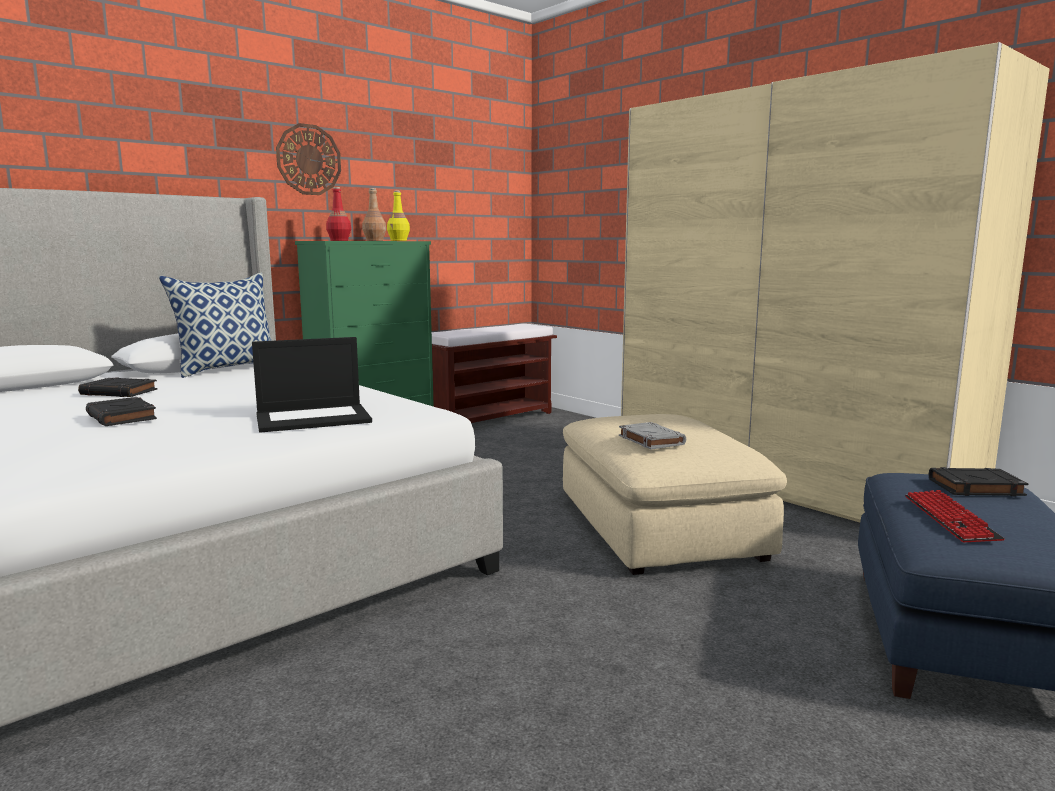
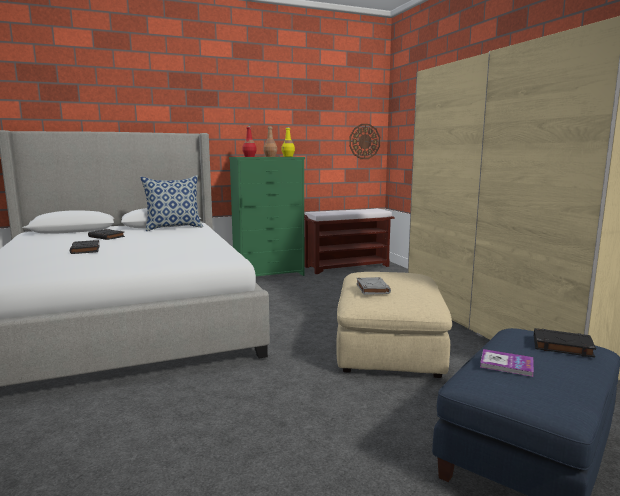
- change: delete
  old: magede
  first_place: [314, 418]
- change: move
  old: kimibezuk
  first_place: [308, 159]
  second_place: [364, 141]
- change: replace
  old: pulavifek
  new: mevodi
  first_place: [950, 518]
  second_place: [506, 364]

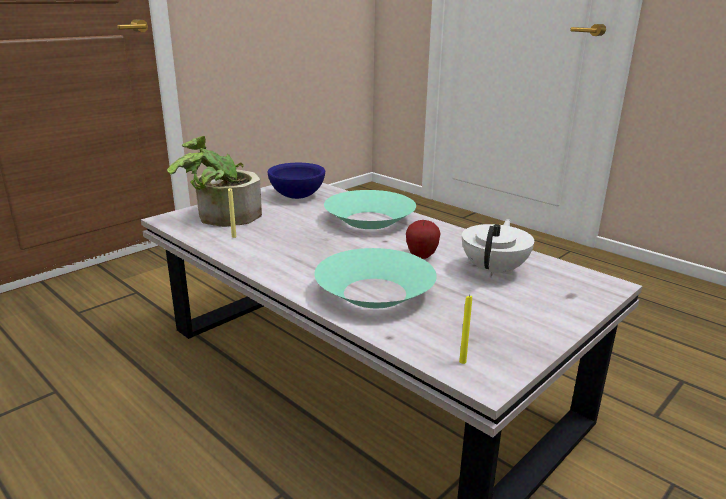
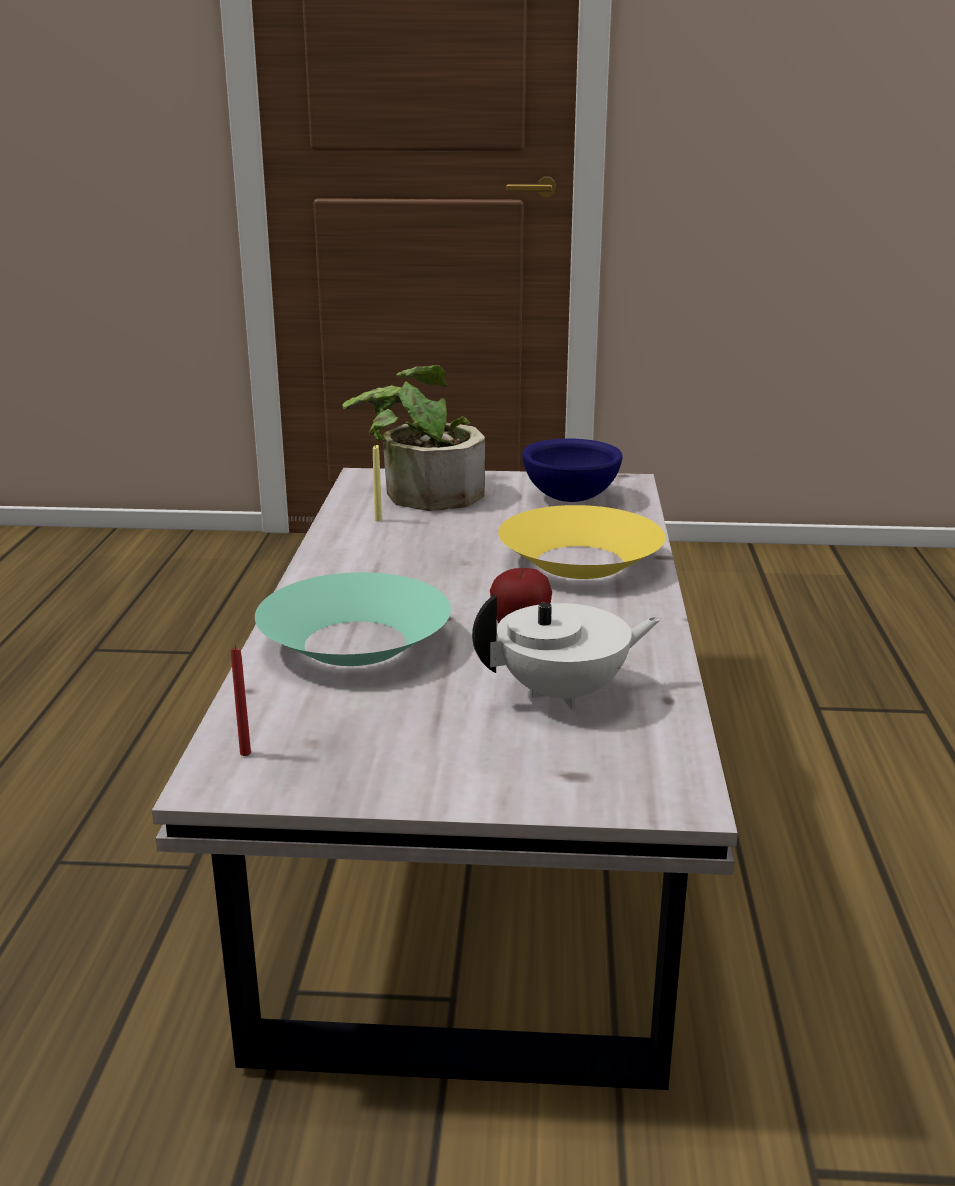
- change: recolor
  old: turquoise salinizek
  new: yellow salinizek
  first_place: [370, 220]
  second_place: [581, 562]
- change: recolor
  old: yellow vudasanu
  new: red vudasanu
  first_place: [462, 361]
  second_place: [245, 753]

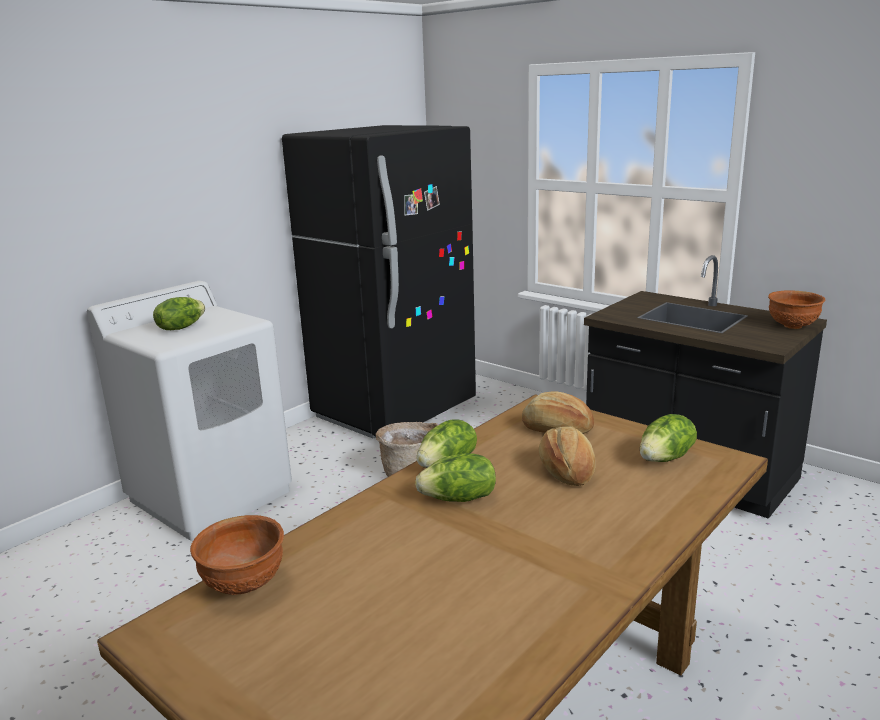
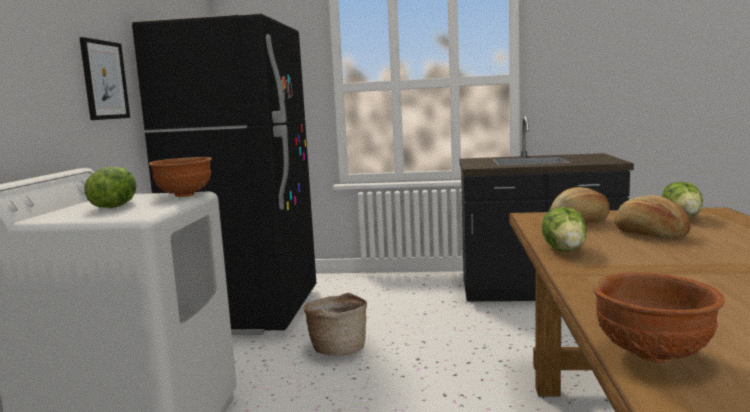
- change: delete
  old: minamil
  first_place: [459, 499]
- change: move
  old: brown salinizek
  first_place: [791, 326]
  second_place: [183, 195]
- change: insert
  new: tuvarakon
  second_place: [104, 80]

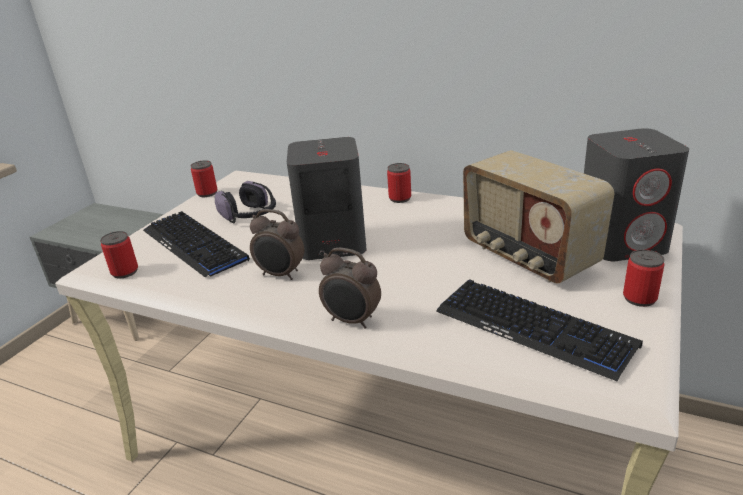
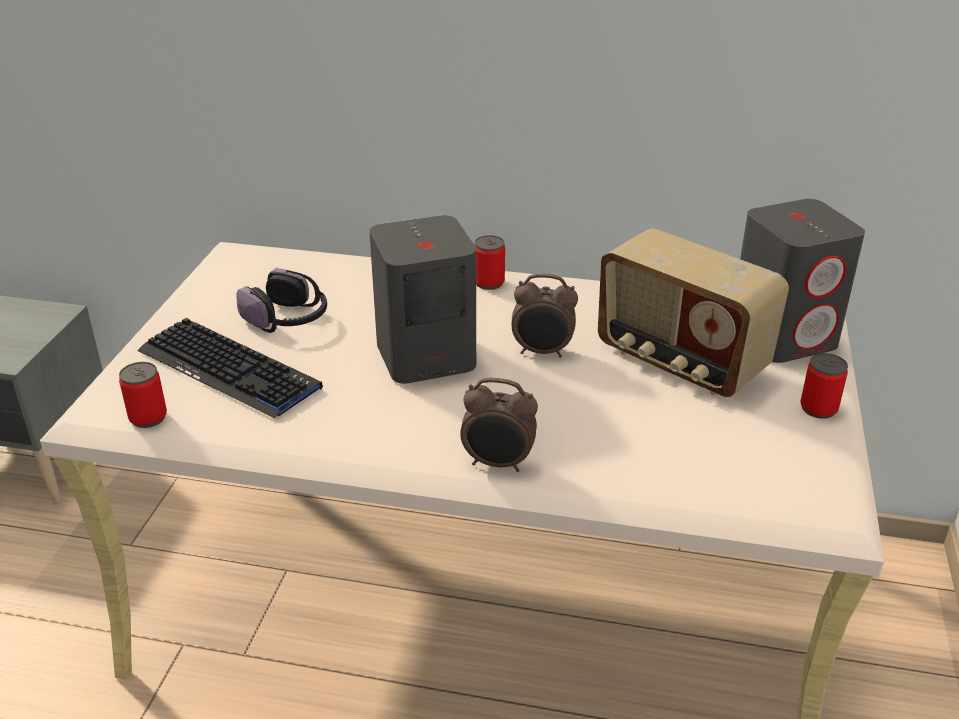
- change: delete
  old: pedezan
  first_place: [207, 193]
- change: move
  old: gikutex
  first_place: [281, 275]
  second_place: [542, 352]
- change: delete
  old: pulavifek
  first_place: [533, 328]

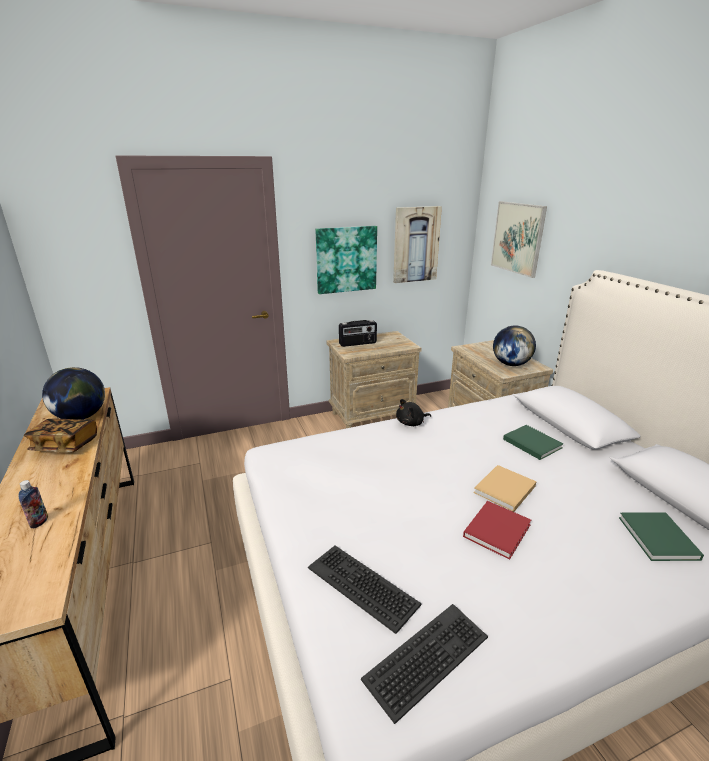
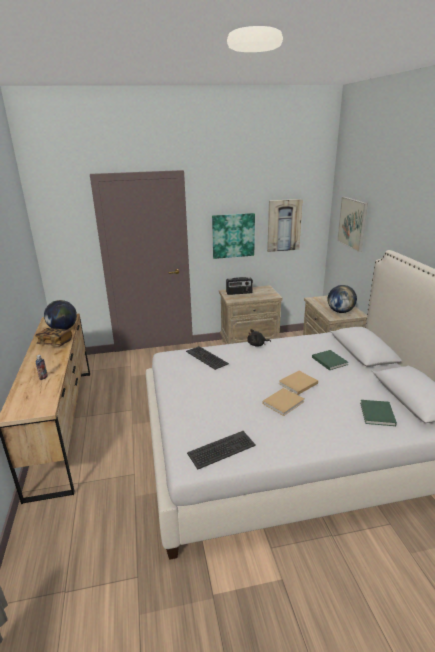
- change: move
  old: pulavifek
  first_place: [363, 585]
  second_place: [207, 358]
- change: recolor
  old: red mevodi
  new: beige mevodi
  first_place: [498, 529]
  second_place: [284, 402]

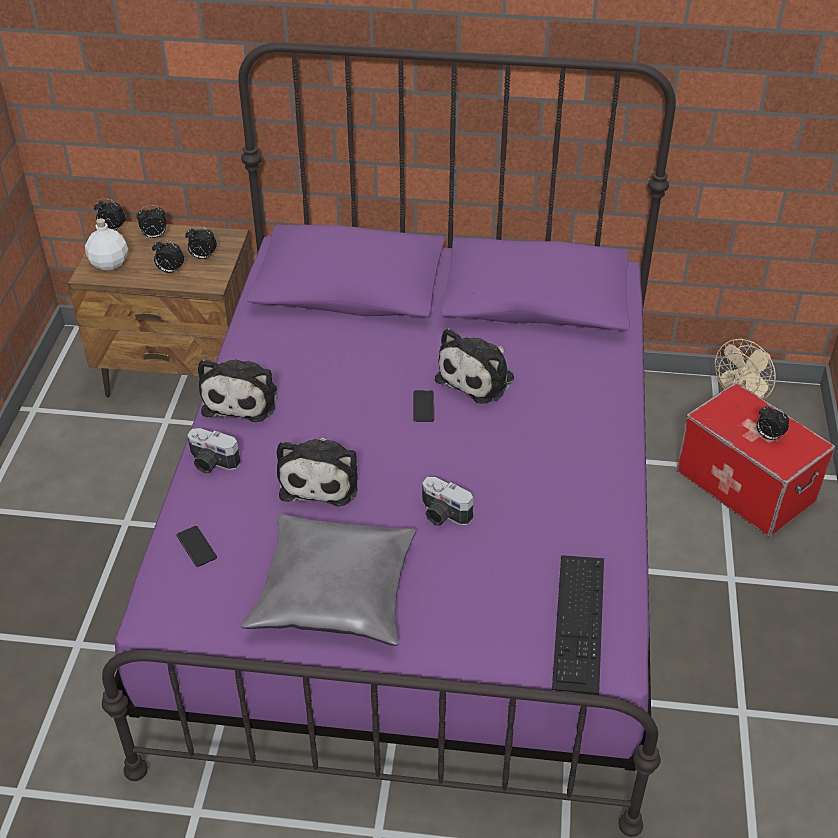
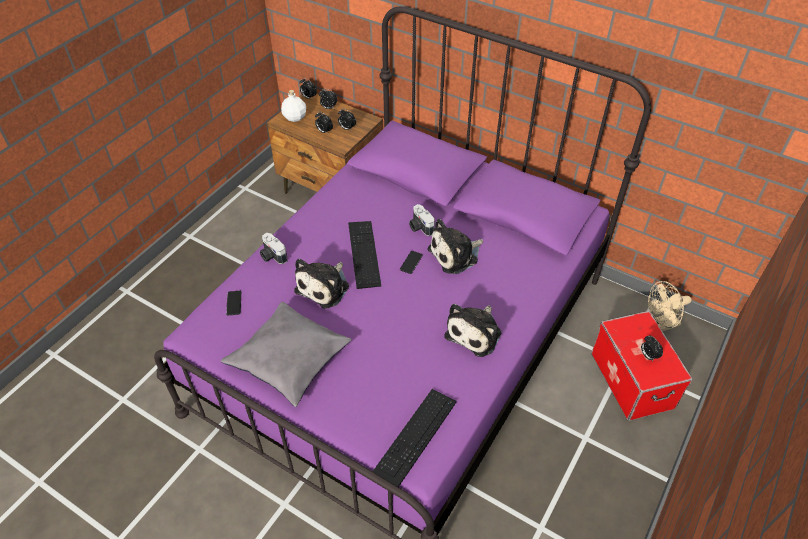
- change: move
  old: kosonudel
  first_place: [242, 398]
  second_place: [475, 333]
- change: move
  old: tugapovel
  first_place: [443, 515]
  second_place: [419, 227]
- change: insert
  new: pulavifek
  second_place: [364, 253]

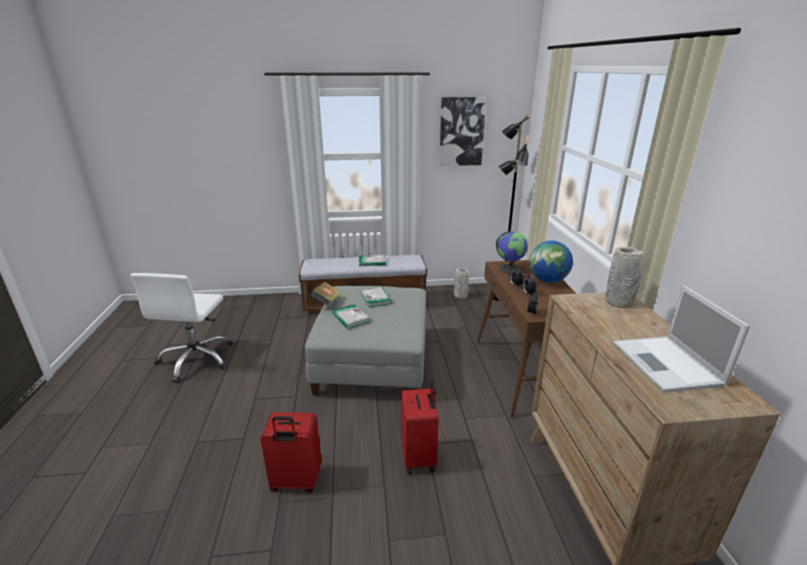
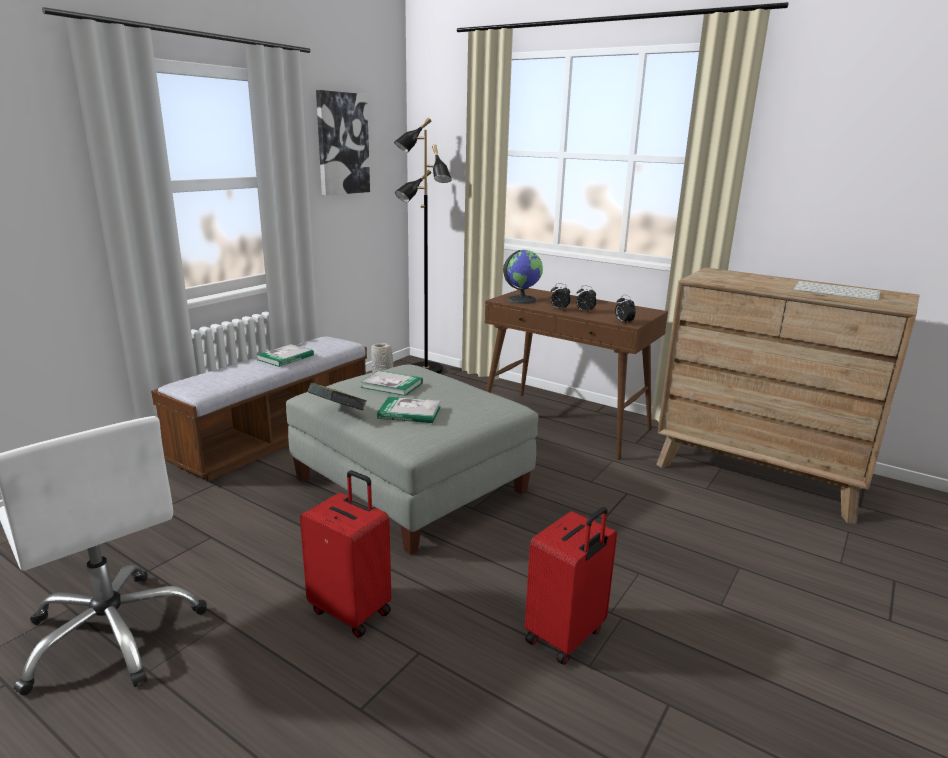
- change: move
  old: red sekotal
  first_place: [419, 457]
  second_place: [352, 610]
- change: delete
  old: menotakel
  first_place: [547, 280]
- change: delete
  old: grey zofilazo
  first_place: [619, 302]
- change: replace
  old: magede
  new: pulavifek
  first_place: [668, 365]
  second_place: [837, 292]

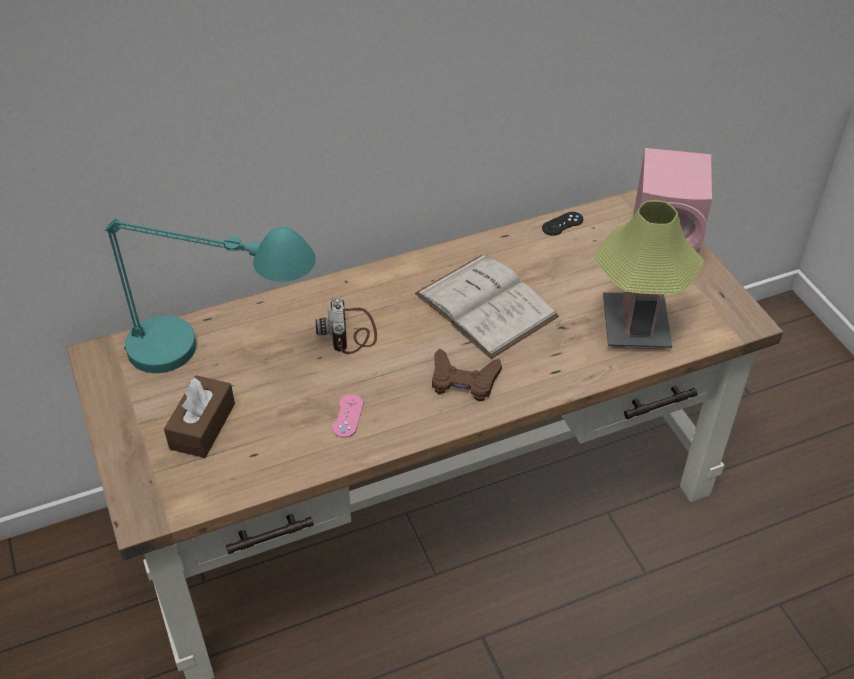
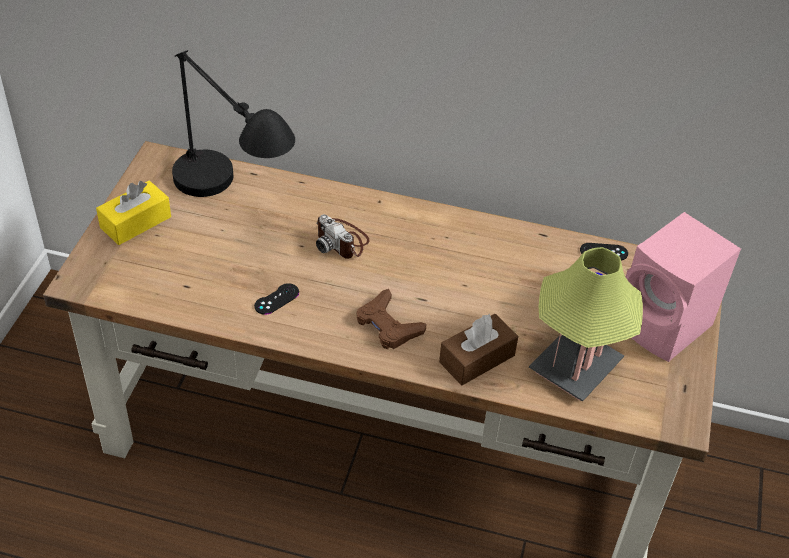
- change: recolor
  old: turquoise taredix
  new: black taredix
  first_place: [219, 359]
  second_place: [231, 207]
- change: move
  old: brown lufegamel
  first_place: [202, 426]
  second_place: [477, 359]
- change: rotate
  old: tugapovel
  first_place: [350, 333]
  second_place: [342, 241]
  degrees: -75
- change: recolor
  old: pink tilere
  new: black tilere
  first_place: [348, 416]
  second_place: [276, 299]
- change: delete
  old: white mevodi
  first_place: [486, 305]
- change: insert
  new: yellow lufegamel
  second_place: [135, 222]

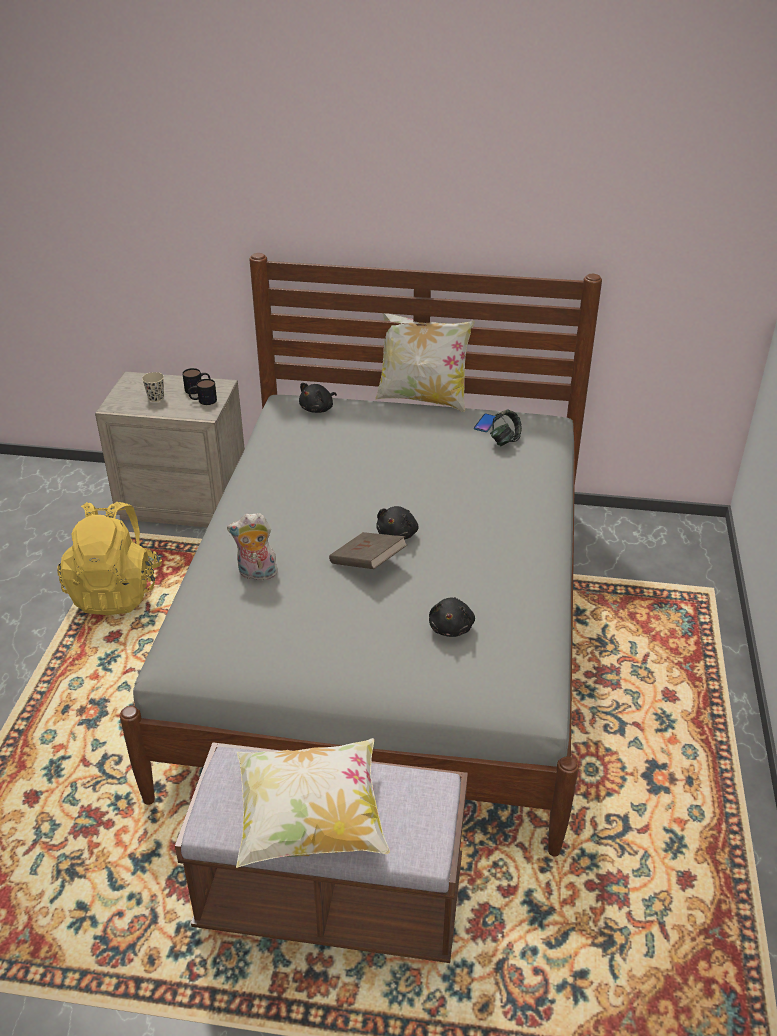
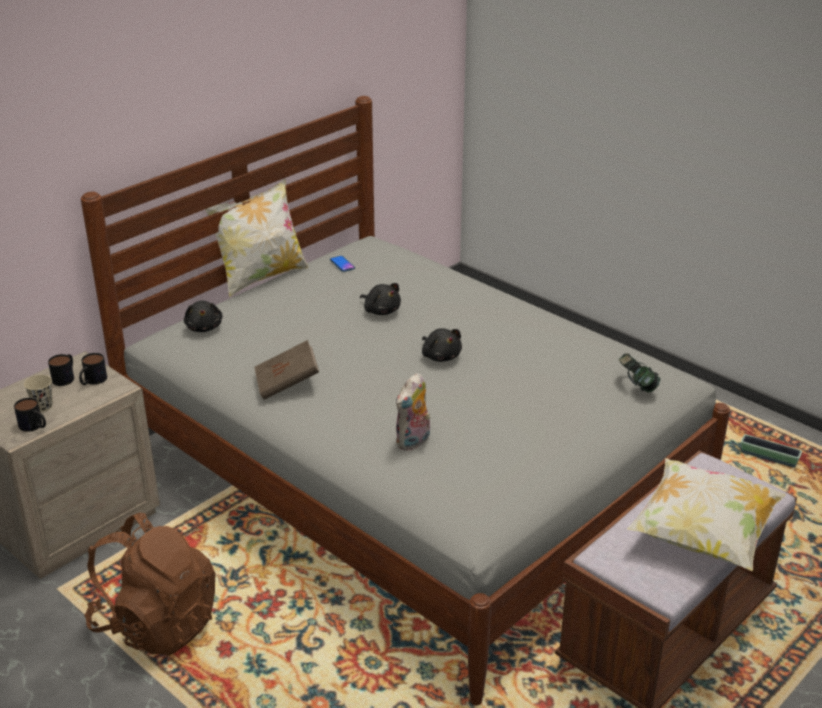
- change: recolor
  old: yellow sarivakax
  new: brown sarivakax
  first_place: [116, 591]
  second_place: [156, 623]
- change: move
  old: brown mevodi
  first_place: [367, 564]
  second_place: [287, 384]
- change: move
  old: black kosonudel
  first_place: [451, 627]
  second_place: [381, 310]
- change: move
  old: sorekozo
  first_place: [504, 440]
  second_place: [636, 385]
- change: insert
  new: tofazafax
  second_place: [34, 426]
- change: insert
  new: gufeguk
  second_place: [769, 457]

